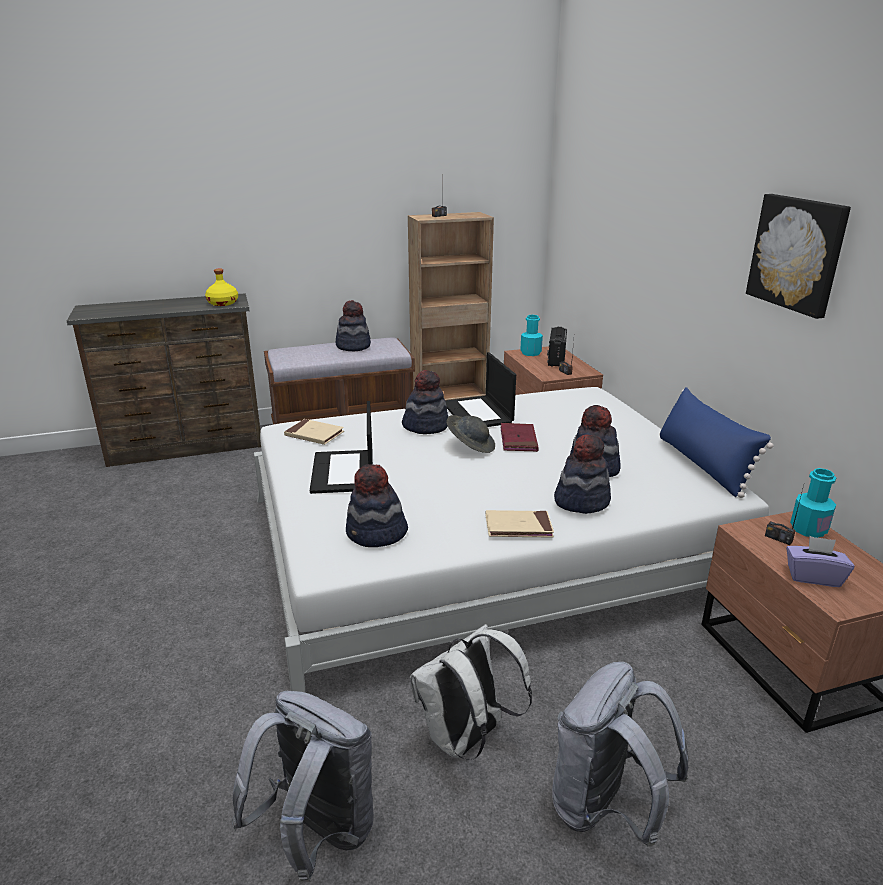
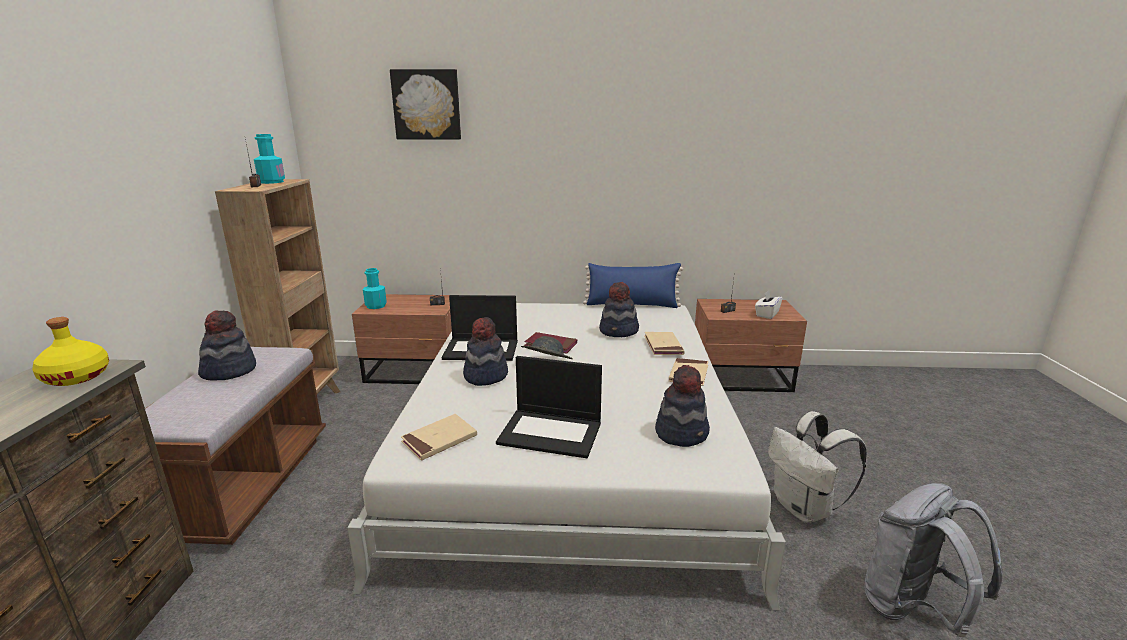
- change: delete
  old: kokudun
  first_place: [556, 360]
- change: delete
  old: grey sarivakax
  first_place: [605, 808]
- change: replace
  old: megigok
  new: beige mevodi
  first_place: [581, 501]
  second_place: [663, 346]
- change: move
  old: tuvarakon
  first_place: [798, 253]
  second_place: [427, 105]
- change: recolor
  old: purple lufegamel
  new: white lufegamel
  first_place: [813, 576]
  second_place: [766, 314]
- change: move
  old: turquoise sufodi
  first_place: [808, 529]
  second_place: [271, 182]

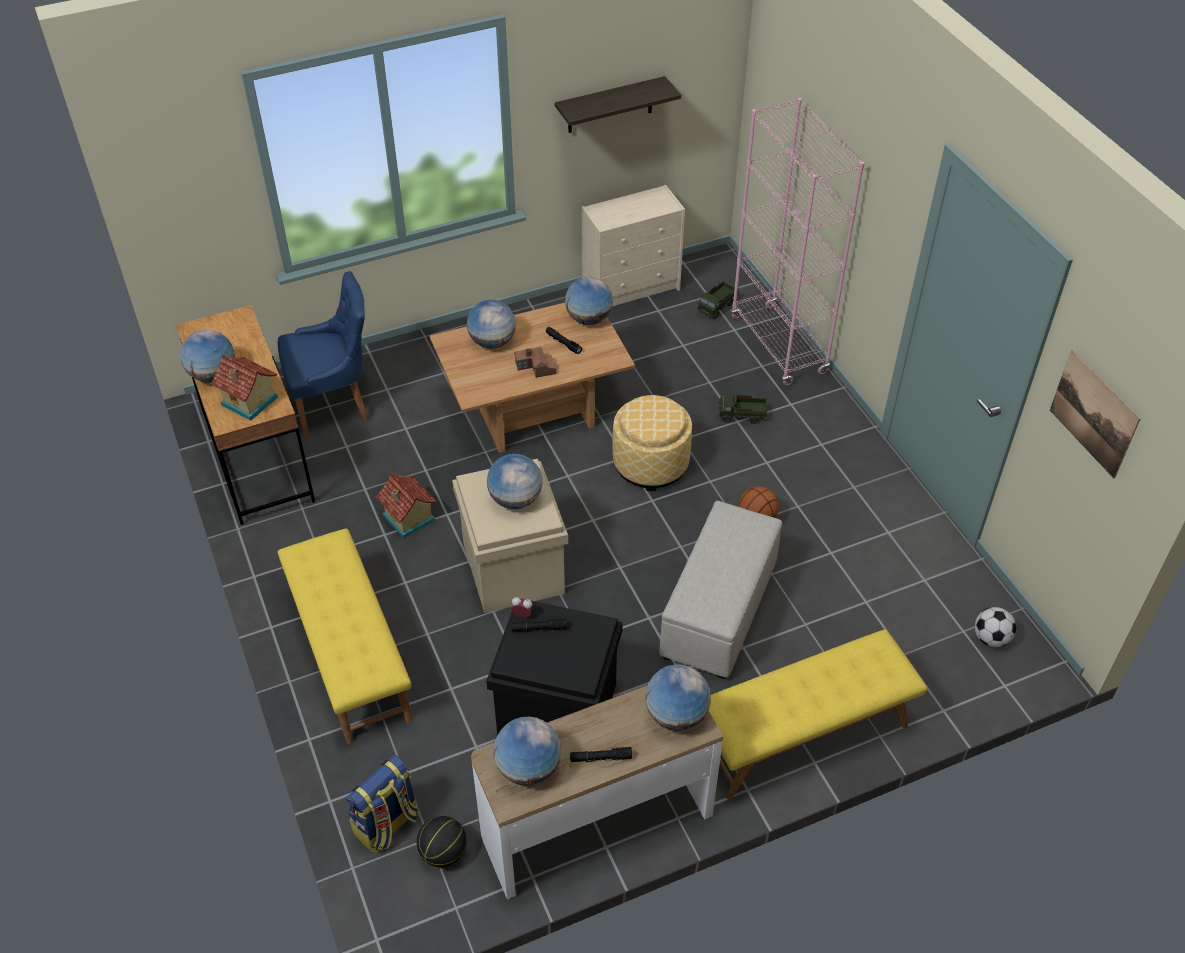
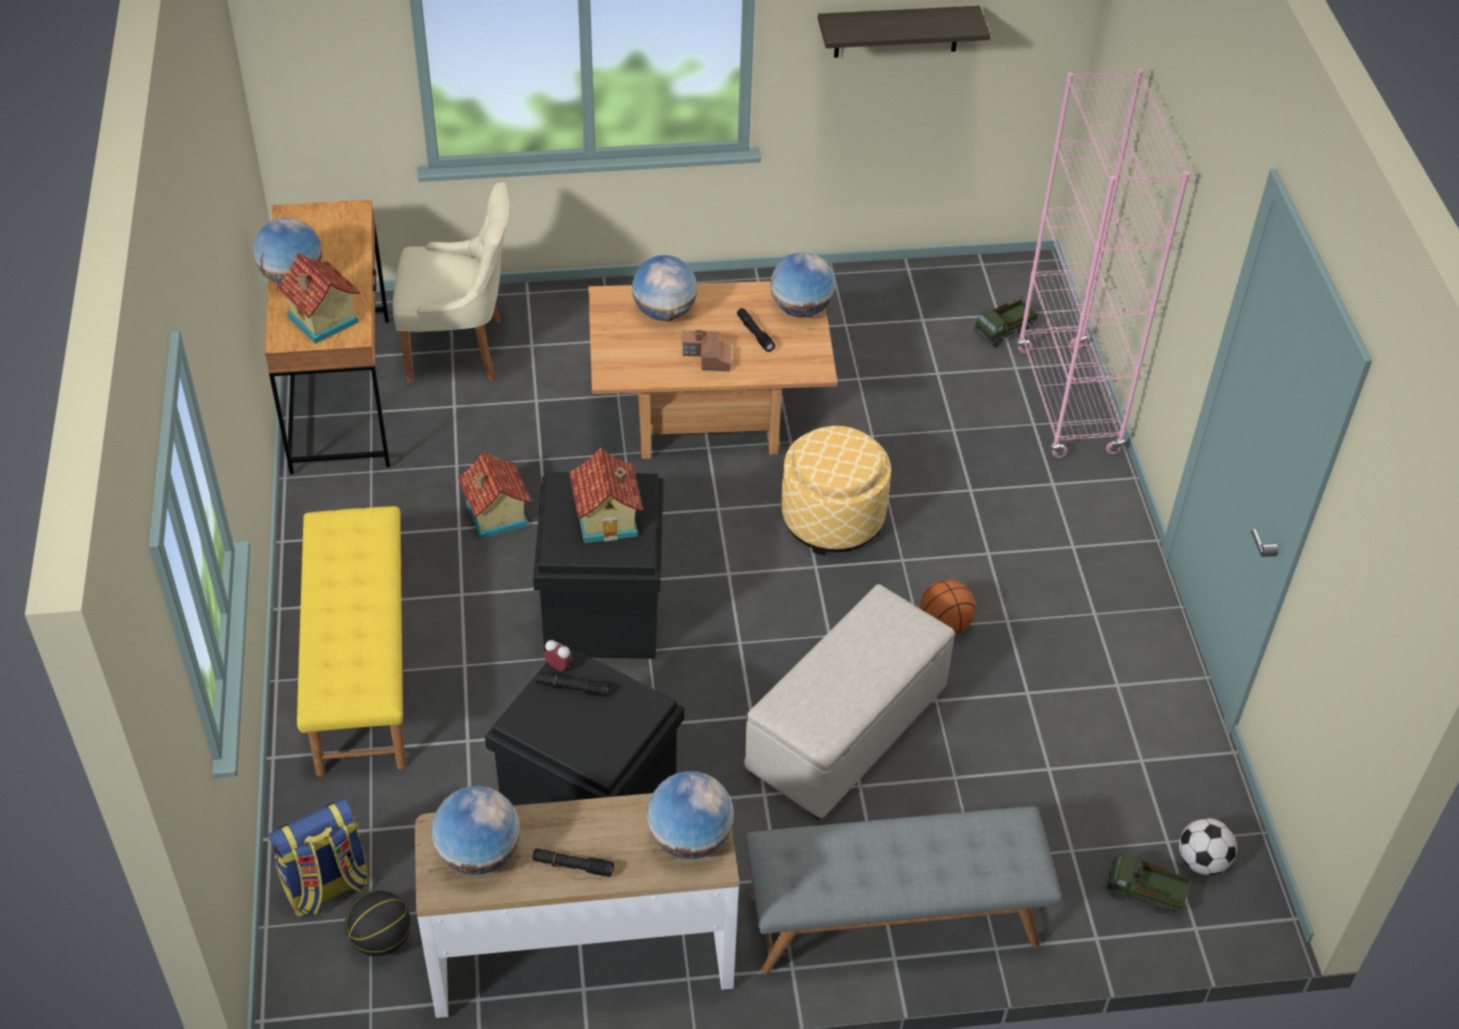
- change: recolor
  old: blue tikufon
  new: beige tikufon
  first_place: [334, 403]
  second_place: [460, 349]
- change: recolor
  old: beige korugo
  new: black korugo
  first_place: [512, 567]
  second_place: [602, 609]
- change: replace
  old: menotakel
  new: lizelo
  first_place: [515, 499]
  second_place: [608, 519]
- change: delete
  old: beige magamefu
  first_place: [632, 288]
- change: recolor
  old: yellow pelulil
  new: grey pelulil
  first_place: [803, 736]
  second_place: [893, 920]
- change: move
  old: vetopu
  first_place: [741, 416]
  second_place: [1144, 894]
- change: delete
  old: tuvarakon
  first_place: [1093, 414]

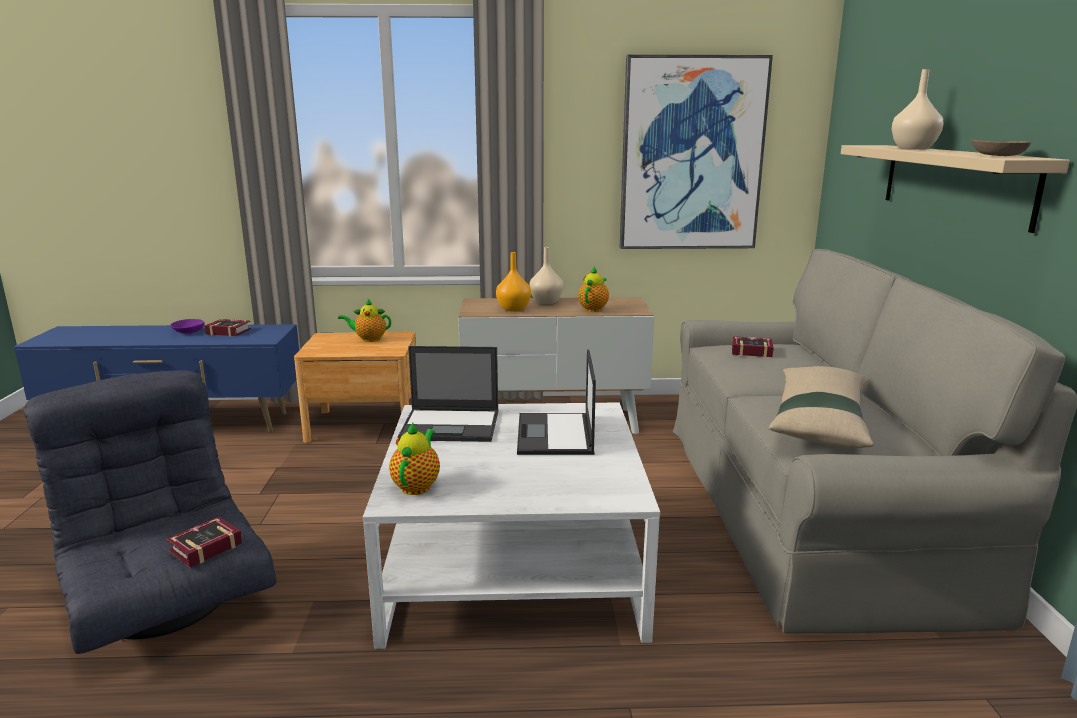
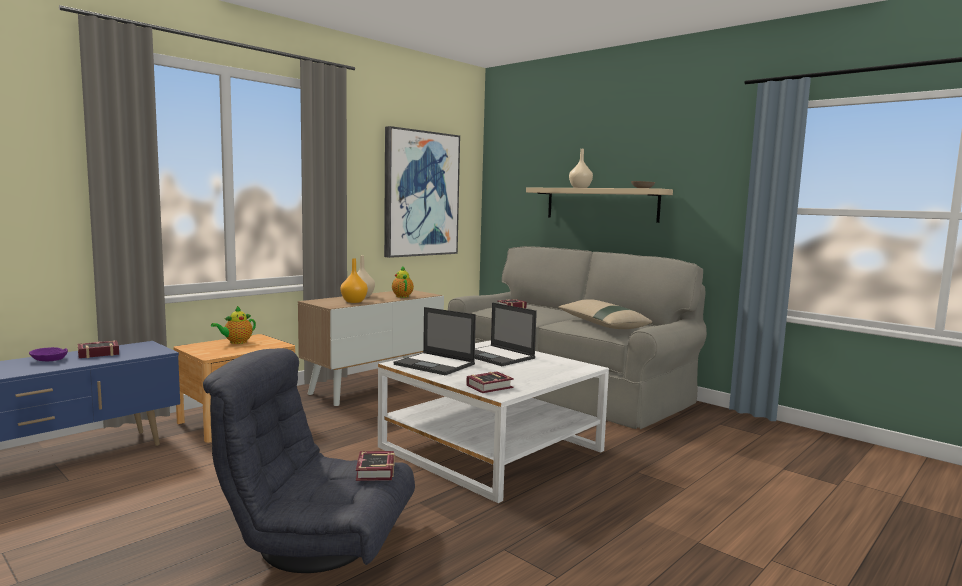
- change: replace
  old: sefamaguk
  new: mevodi
  first_place: [417, 485]
  second_place: [491, 387]
- change: rotate
  old: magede
  first_place: [452, 425]
  second_place: [435, 364]
  degrees: 75

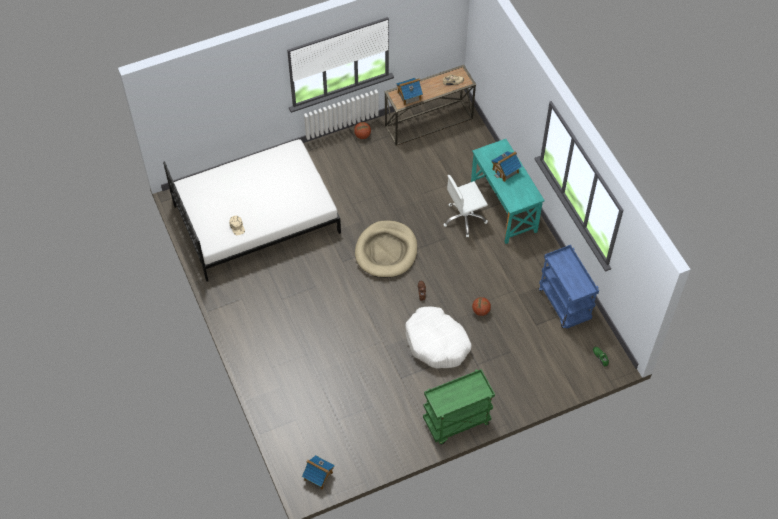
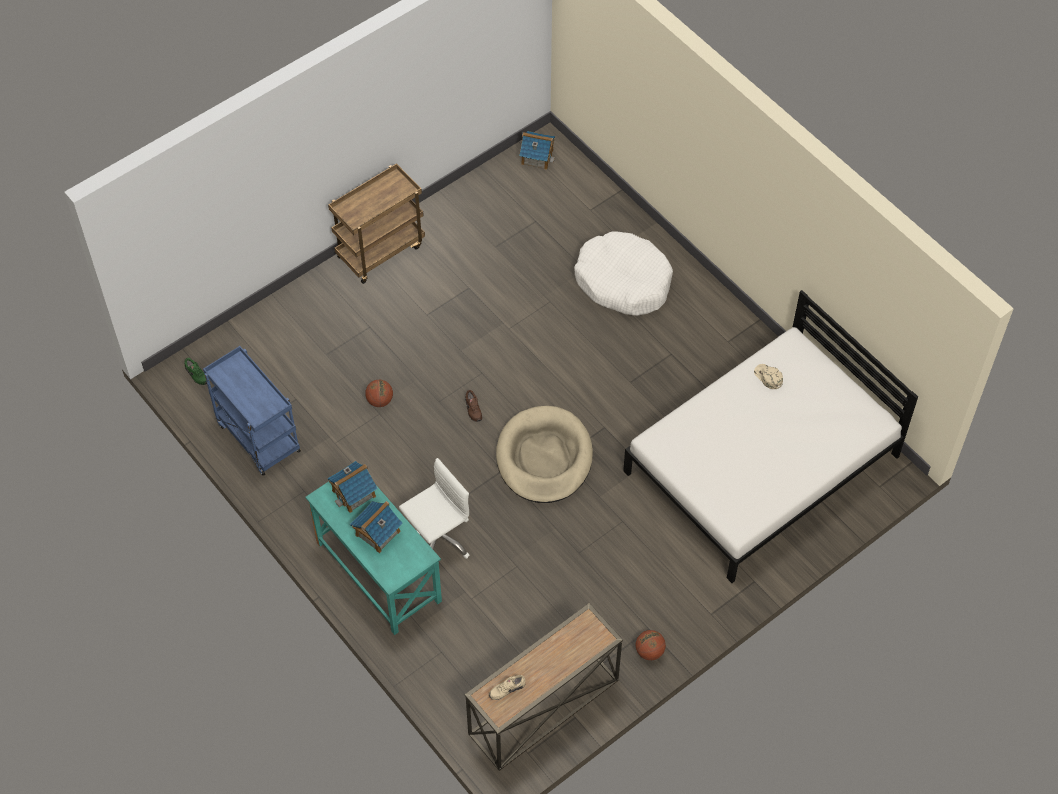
- change: move
  old: lizelo
  first_place: [409, 96]
  second_place: [354, 493]
- change: move
  old: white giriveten
  first_place: [437, 342]
  second_place: [623, 281]
- change: recolor
  old: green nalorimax
  new: brown nalorimax
  first_place: [456, 423]
  second_place: [380, 250]

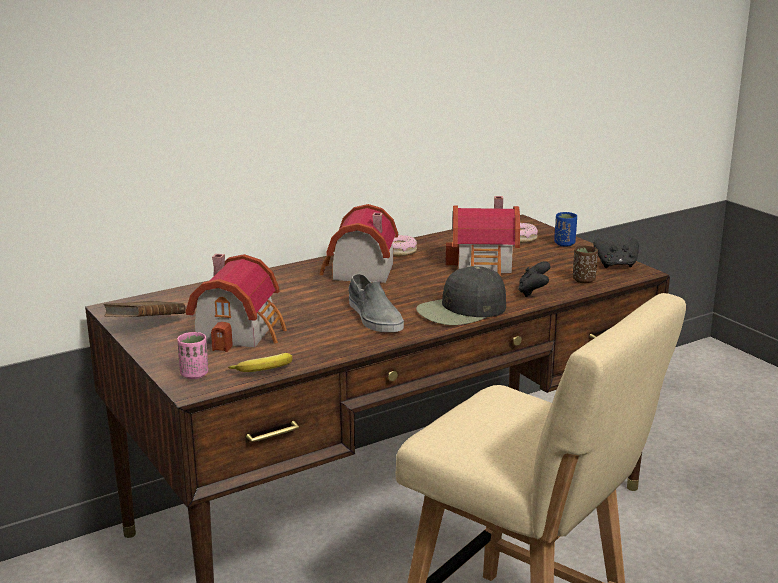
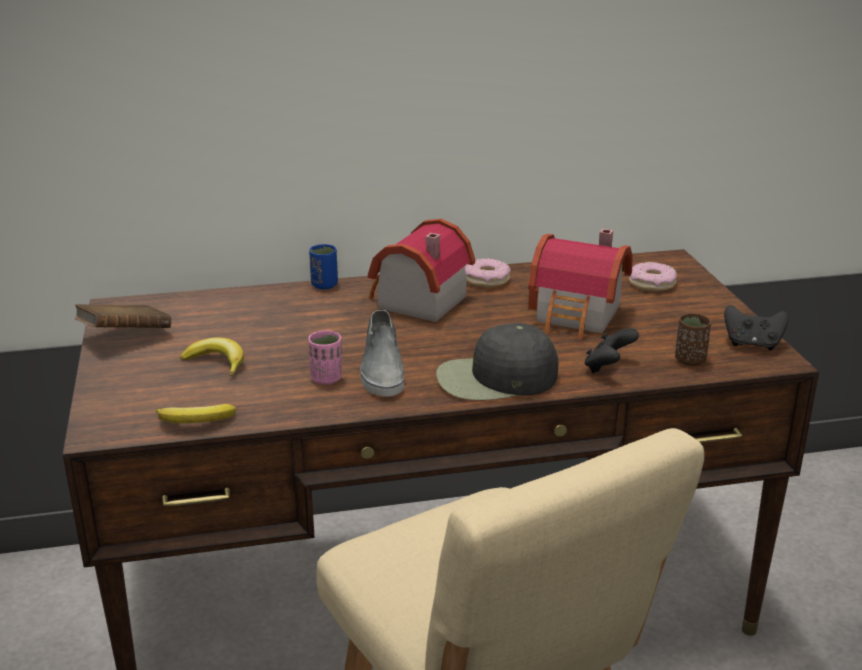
- change: move
  old: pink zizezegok
  first_place: [194, 374]
  second_place: [326, 378]
- change: replace
  old: lizelo
  new: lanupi
  first_place: [241, 332]
  second_place: [217, 362]
- change: move
  old: blue zizezegok
  first_place: [564, 244]
  second_place: [324, 285]

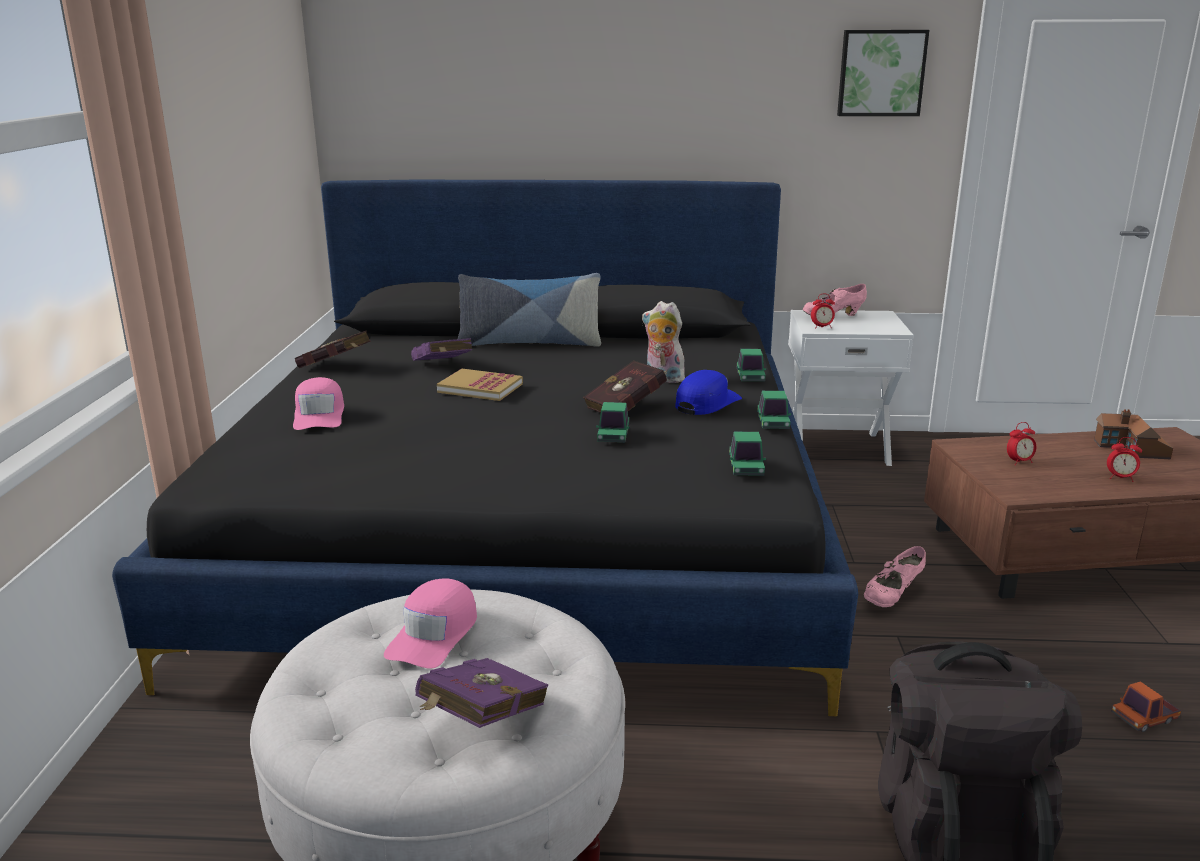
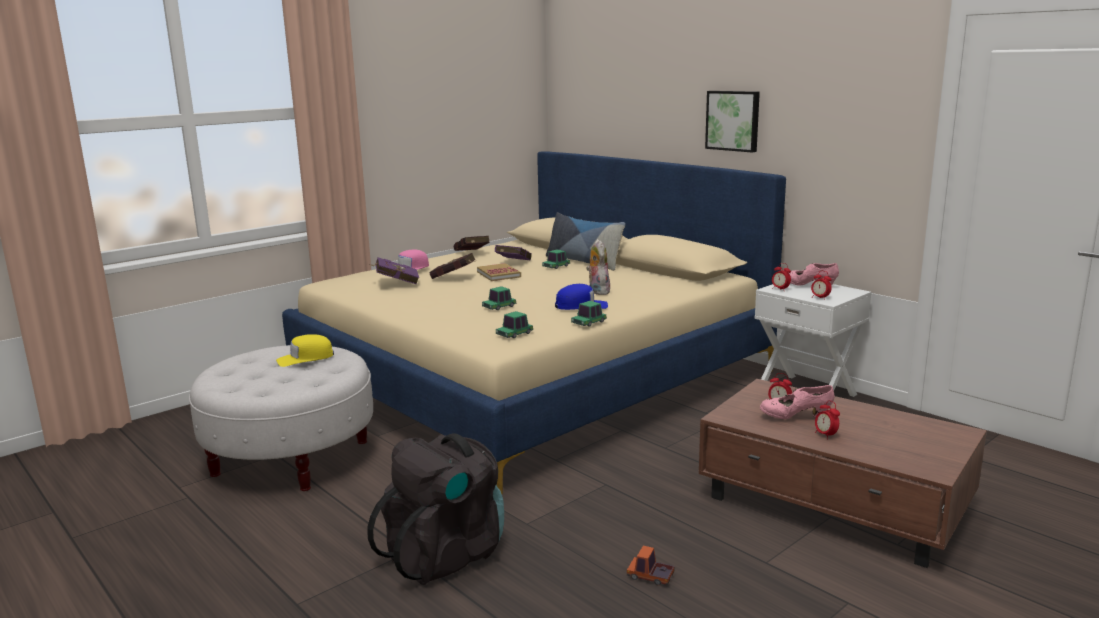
- change: recolor
  old: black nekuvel
  new: beige nekuvel
  first_place: [530, 531]
  second_place: [531, 374]
- change: recolor
  old: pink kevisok
  new: yellow kevisok
  first_place: [434, 634]
  second_place: [305, 358]
- change: move
  old: purple mevodi
  first_place: [479, 720]
  second_place: [395, 282]
- change: move
  old: red mevodi
  first_place: [628, 408]
  second_place: [455, 277]
- change: move
  old: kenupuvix
  first_place: [750, 377]
  second_place: [556, 266]
- change: move
  old: tuvarakon
  first_place: [881, 73]
  second_place: [733, 120]
- change: move
  old: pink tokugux
  first_place: [892, 596]
  second_place: [795, 417]
- change: delete
  old: lizelo
  first_place: [1131, 449]
- change: insert
  new: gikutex
  second_place: [820, 298]

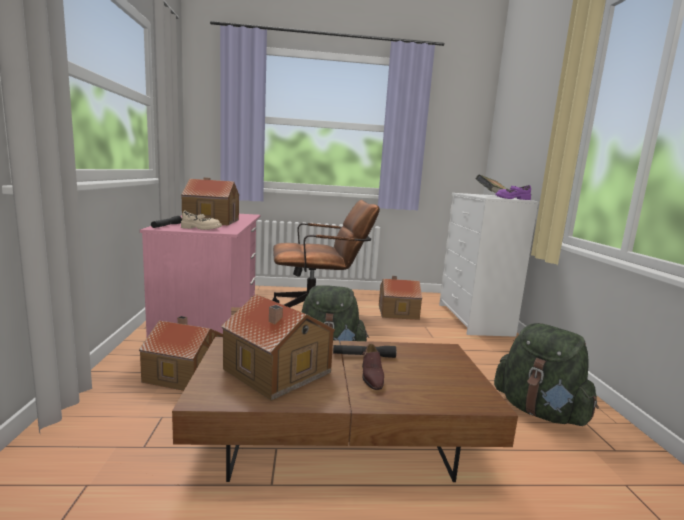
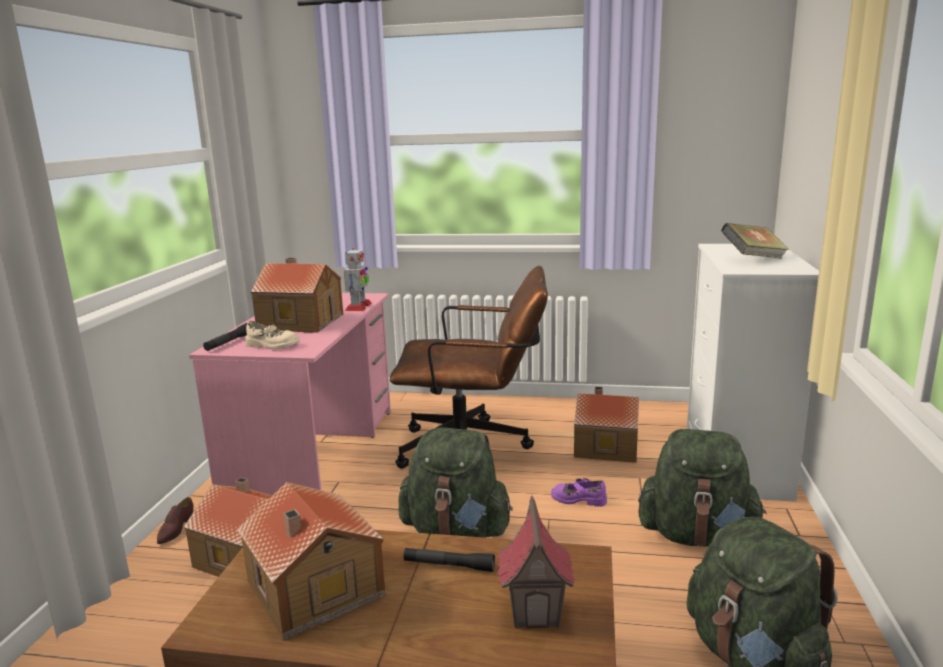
- change: move
  old: brown tokugux
  first_place: [371, 376]
  second_place: [175, 529]
- change: move
  old: purple tokugux
  first_place: [512, 198]
  second_place: [578, 499]
- change: insert
  new: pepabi
  second_place: [358, 307]
- change: insert
  new: lizelo
  second_place: [536, 612]
- change: insert
  new: green sarivakax
  second_place: [697, 536]

